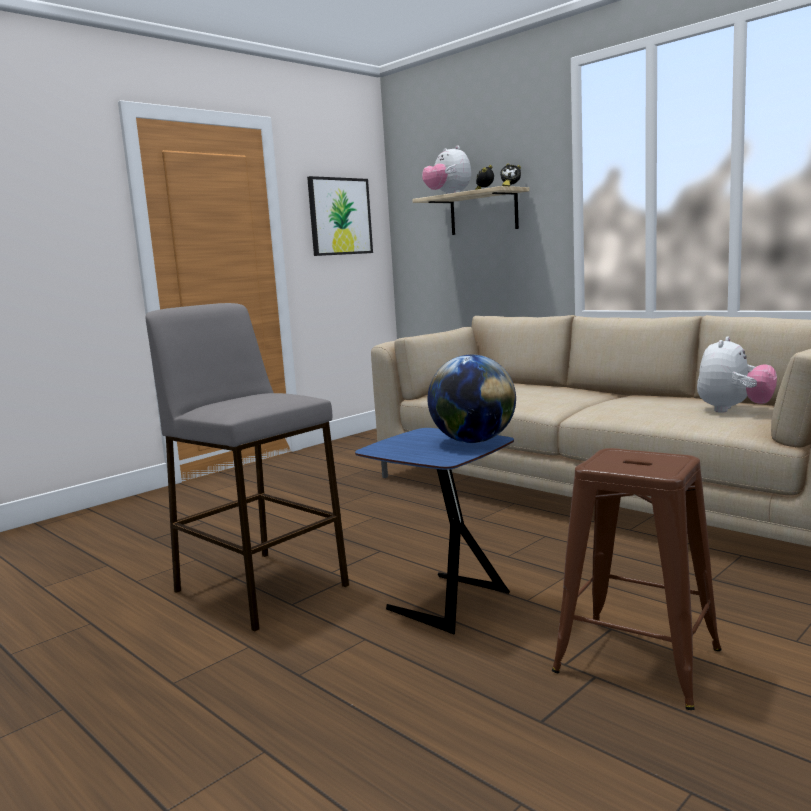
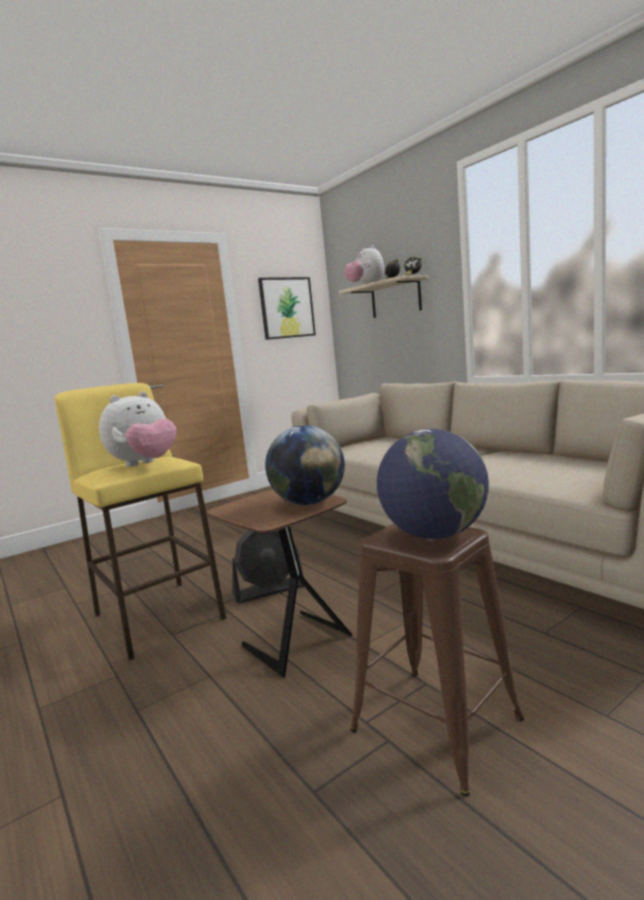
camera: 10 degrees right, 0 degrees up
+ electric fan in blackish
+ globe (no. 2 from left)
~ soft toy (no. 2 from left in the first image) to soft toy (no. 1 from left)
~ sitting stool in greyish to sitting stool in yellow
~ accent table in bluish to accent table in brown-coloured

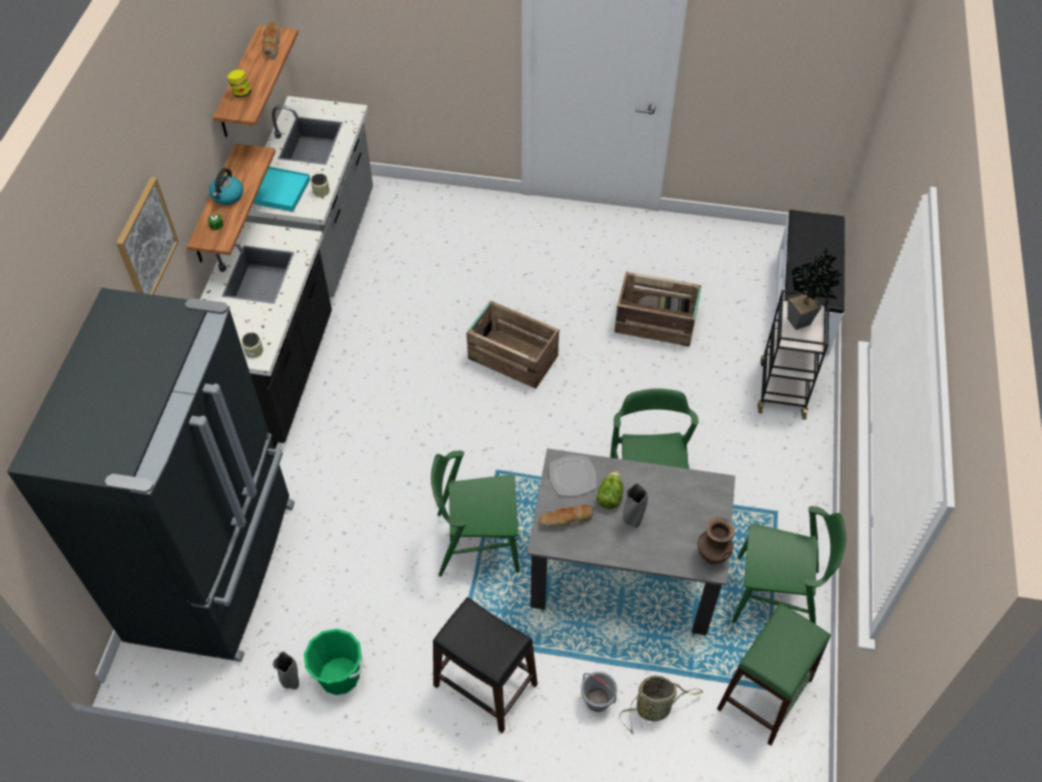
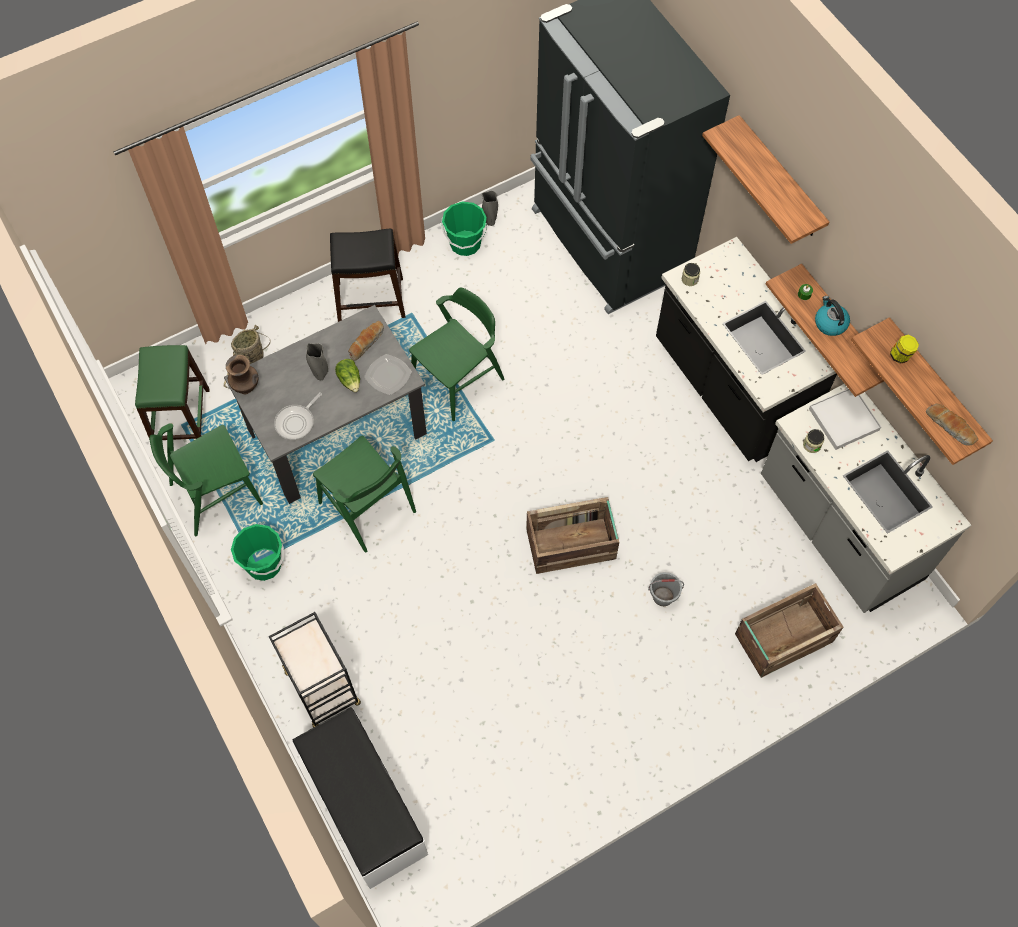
camera: 140 degrees right, 10 degrees up
- houseplant
+ bucket in green (no. 1 from left)
+ skillet
~ bucket in greyish
~ shipping crate (no. 2 from left)
~ picture to shelf (no. 1 from left)
~ carrying tray in blue-green to carrying tray in white-coloured

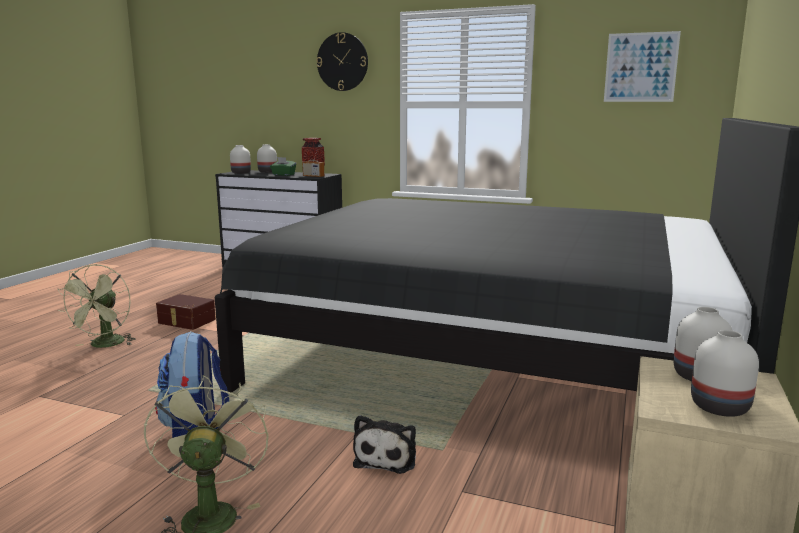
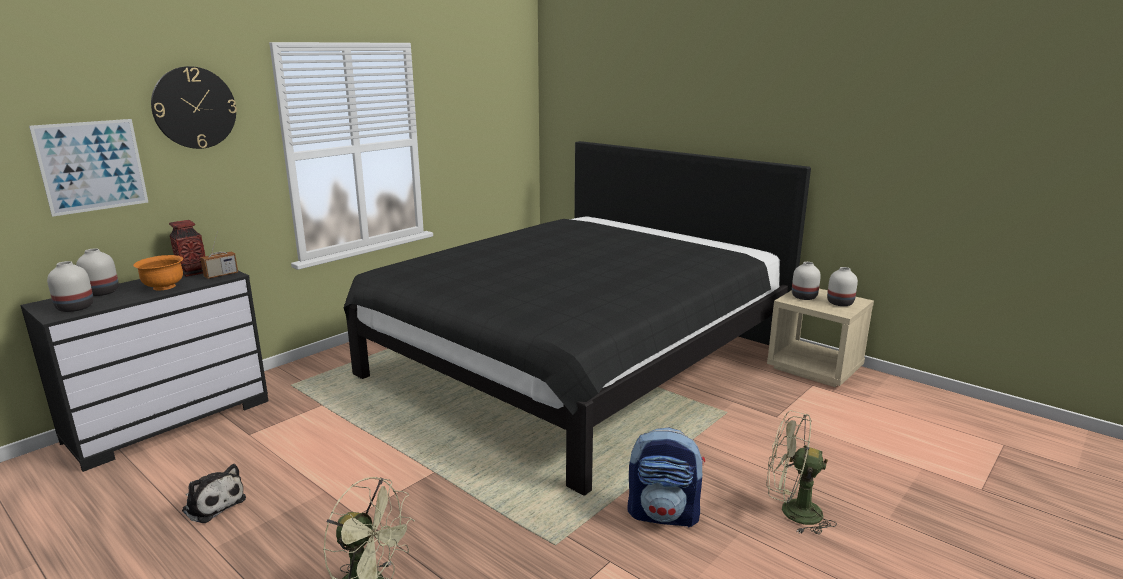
camera: 70 degrees left, 5 degrees up
- storage bin in brown-coloured
~ soft toy
~ picture
~ tissue holder in green to bowl in orange

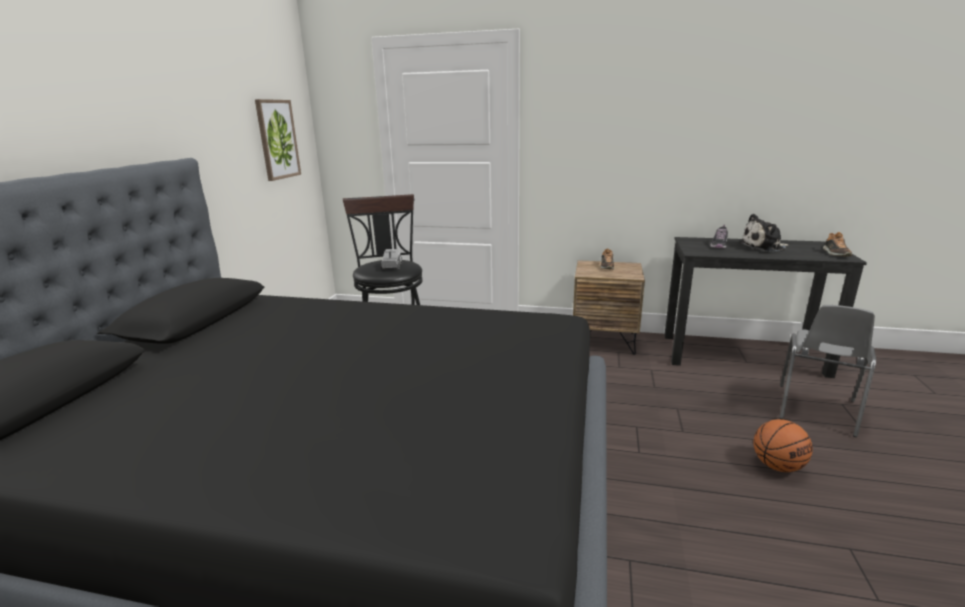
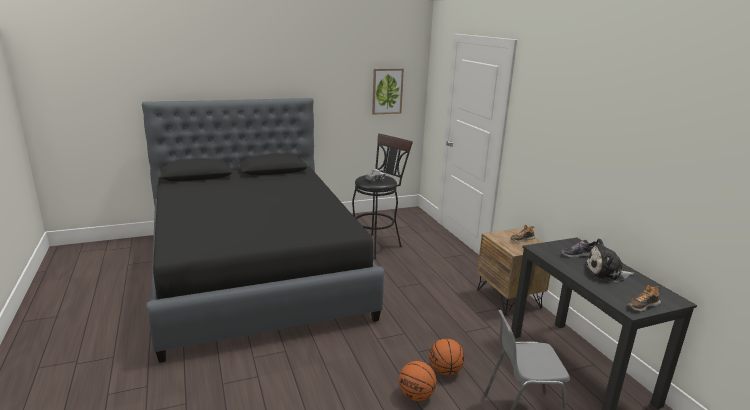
camera: 55 degrees right, 0 degrees up
+ basketball (no. 2 from left)
~ soft toy 45 degrees counterclockwise

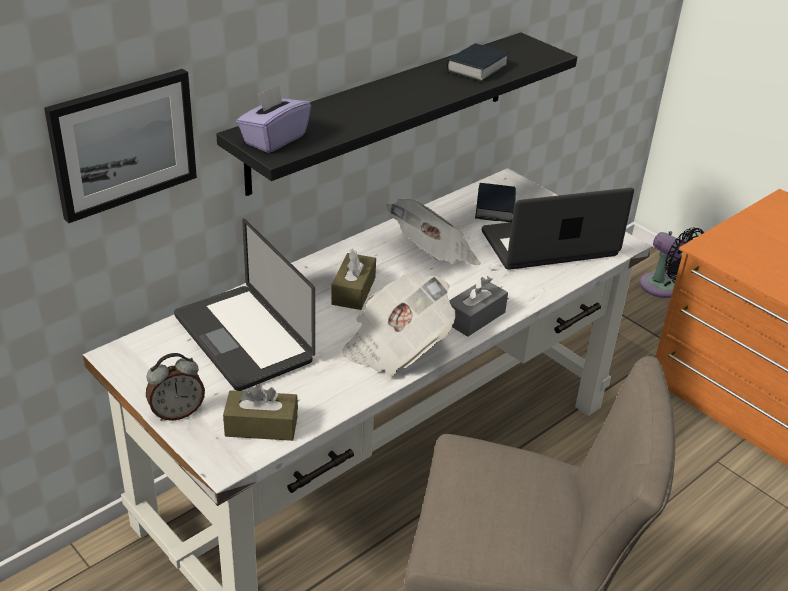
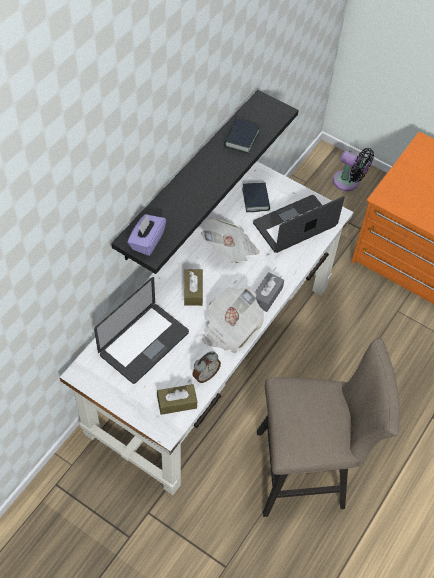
camera: 15 degrees left, 20 degrees up
- picture
~ alarm clock
~ portable computer (no. 1 from left) 90 degrees counterclockwise

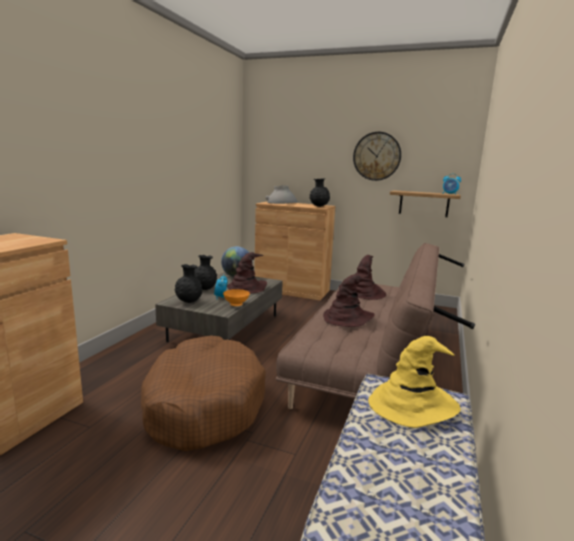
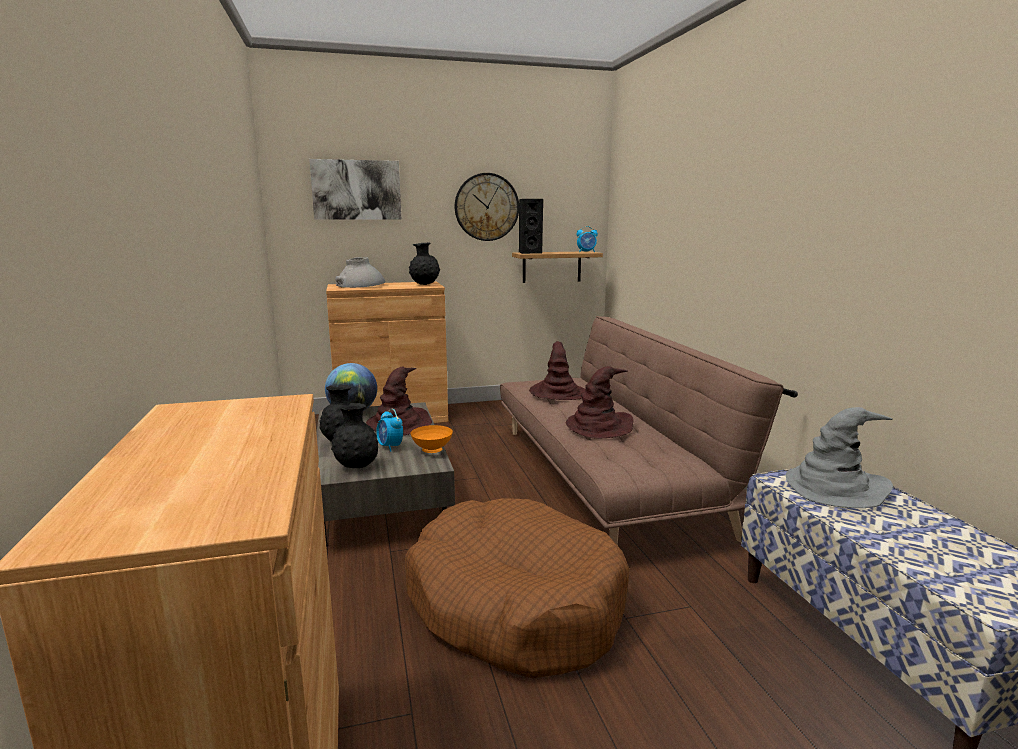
camera: 35 degrees left, 0 degrees up
+ picture
+ audio speaker in blackish
~ wearable hat in yellow to wearable hat in greyish

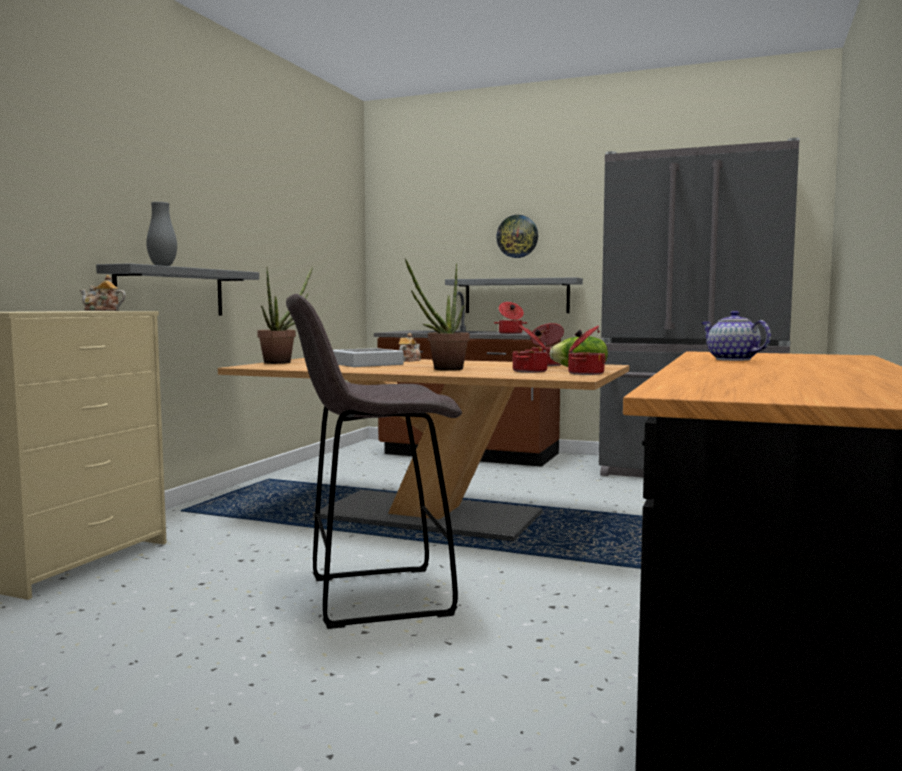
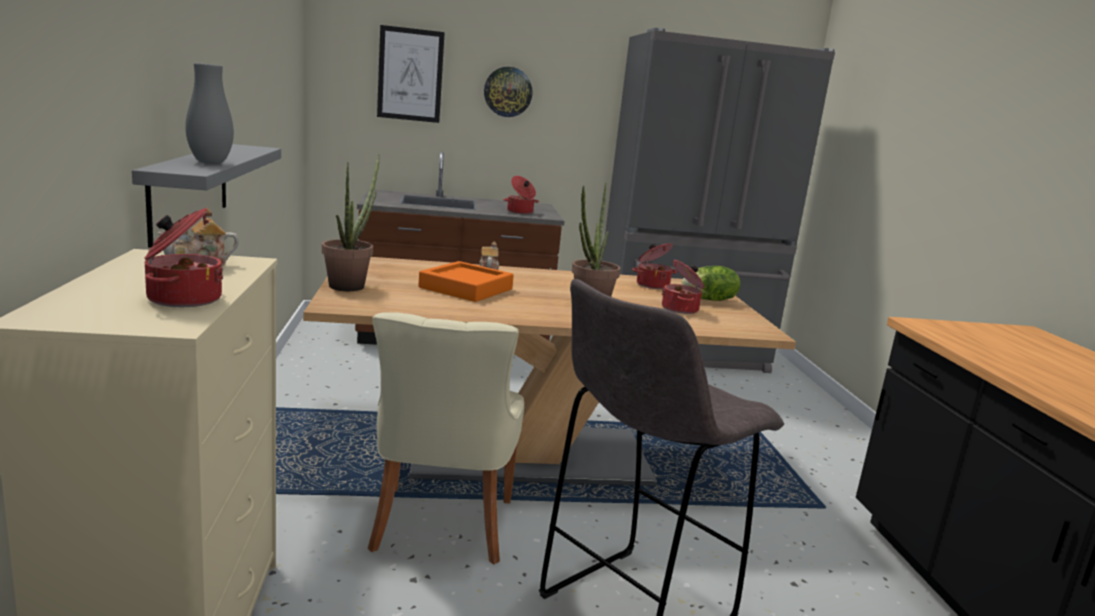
camera: 30 degrees left, 10 degrees up
- shelf in greyish (no. 2 from left)
- tea pot (no. 3 from left)
+ plain chair in sand-coloured
+ picture
~ stockpot (no. 4 from left in the first image) to stockpot (no. 1 from left)
~ carrying tray in greyish to carrying tray in orange

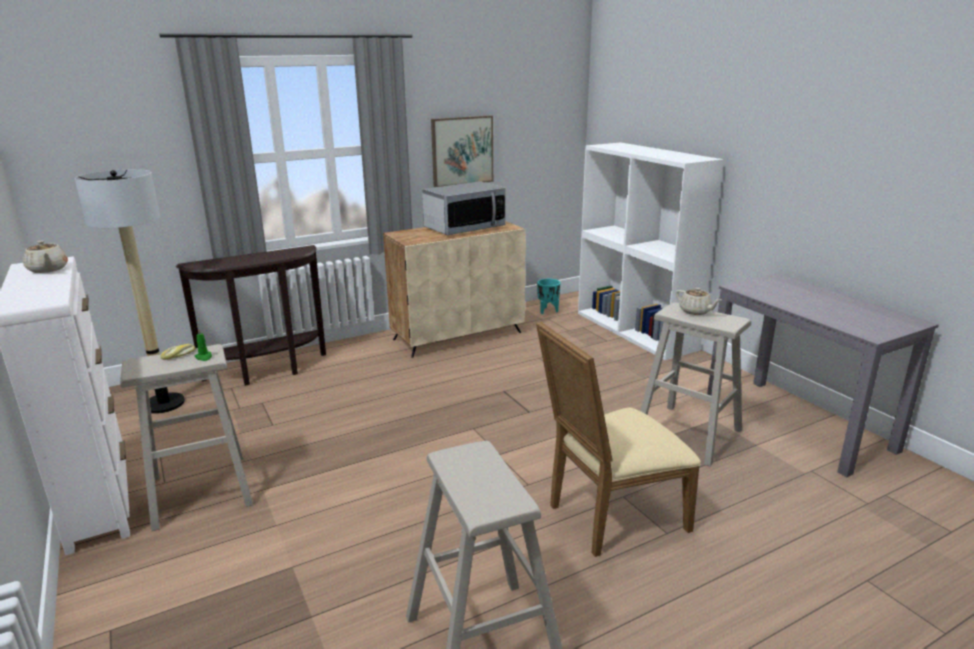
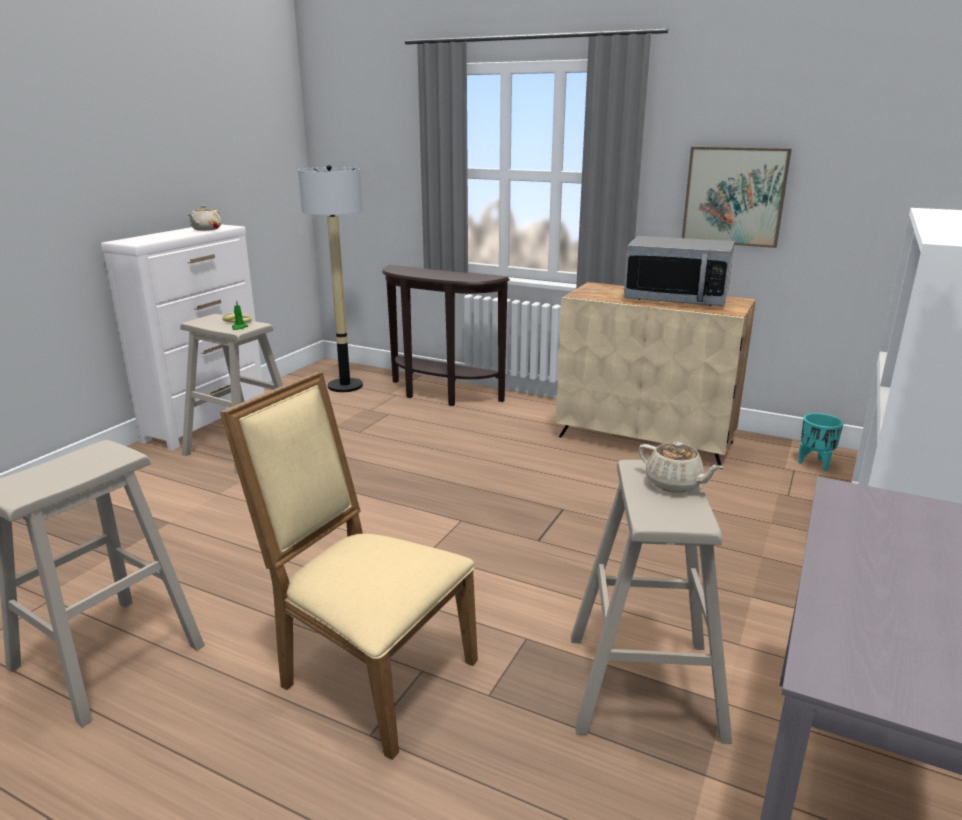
camera: 55 degrees right, 0 degrees up
~ tea pot in sand-coloured (no. 2 from left) 60 degrees counterclockwise

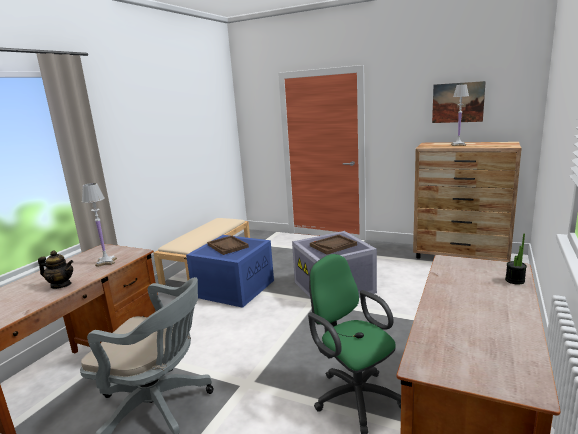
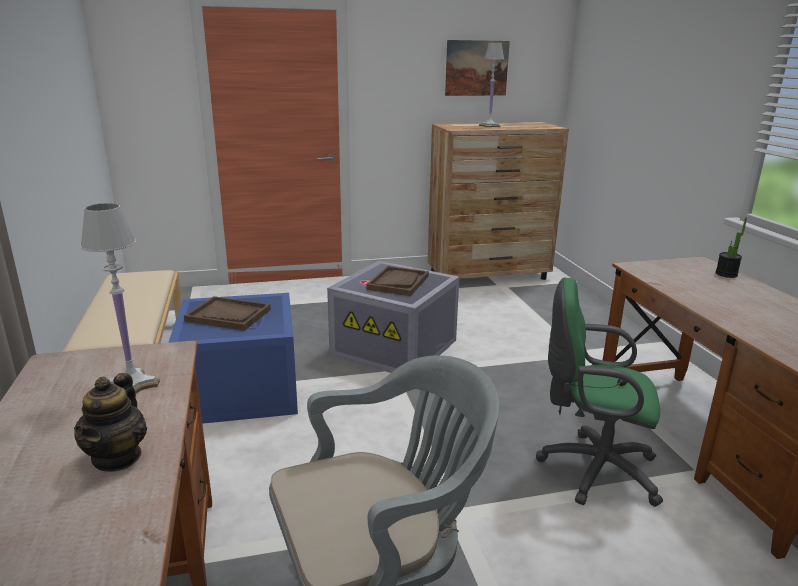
camera: 40 degrees left, 5 degrees up
~ tea pot 120 degrees clockwise

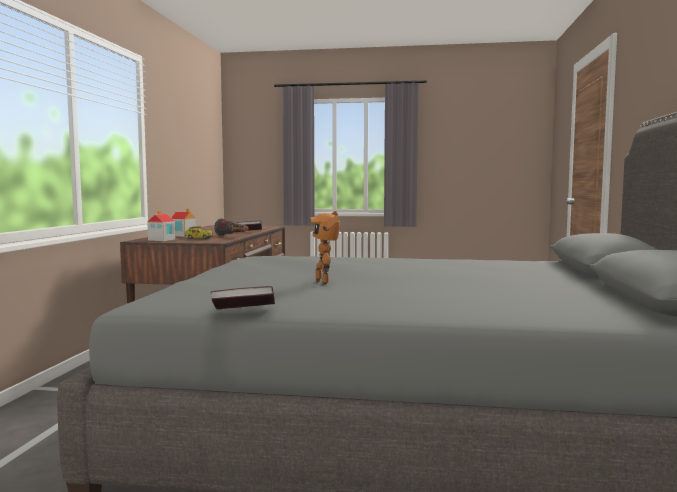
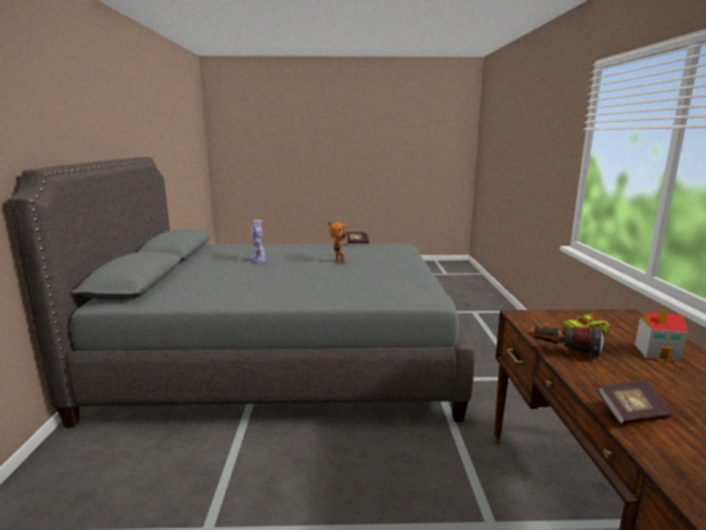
camera: 170 degrees right, 10 degrees up
- toy house (no. 1 from left)
+ model robot (no. 1 from left)

